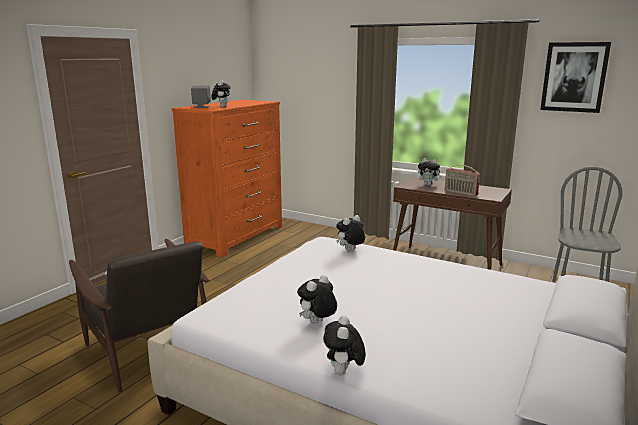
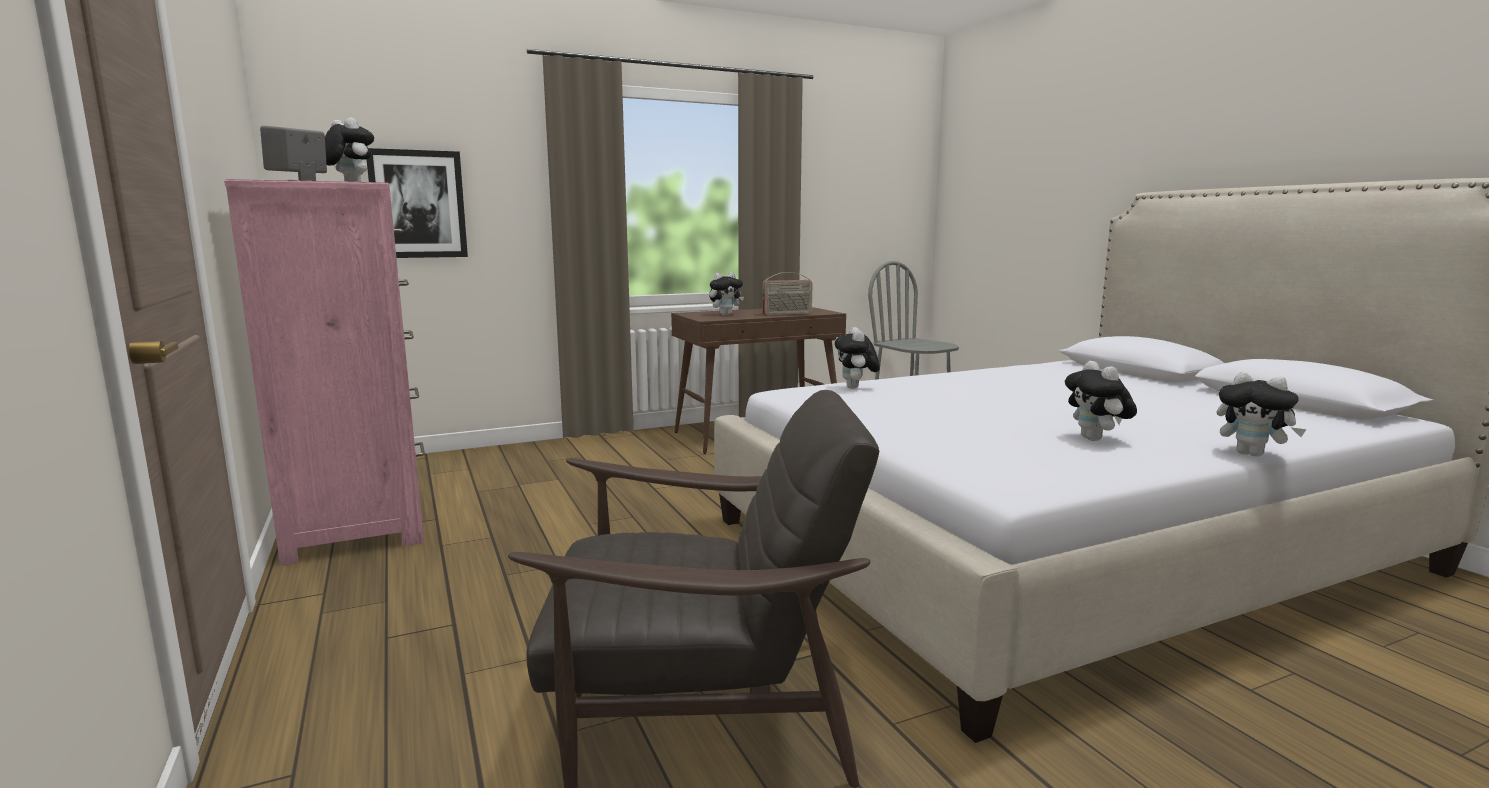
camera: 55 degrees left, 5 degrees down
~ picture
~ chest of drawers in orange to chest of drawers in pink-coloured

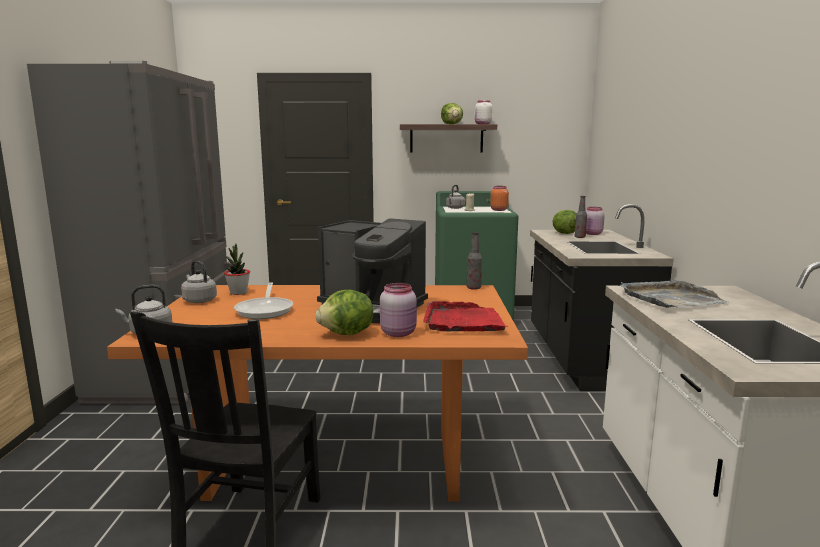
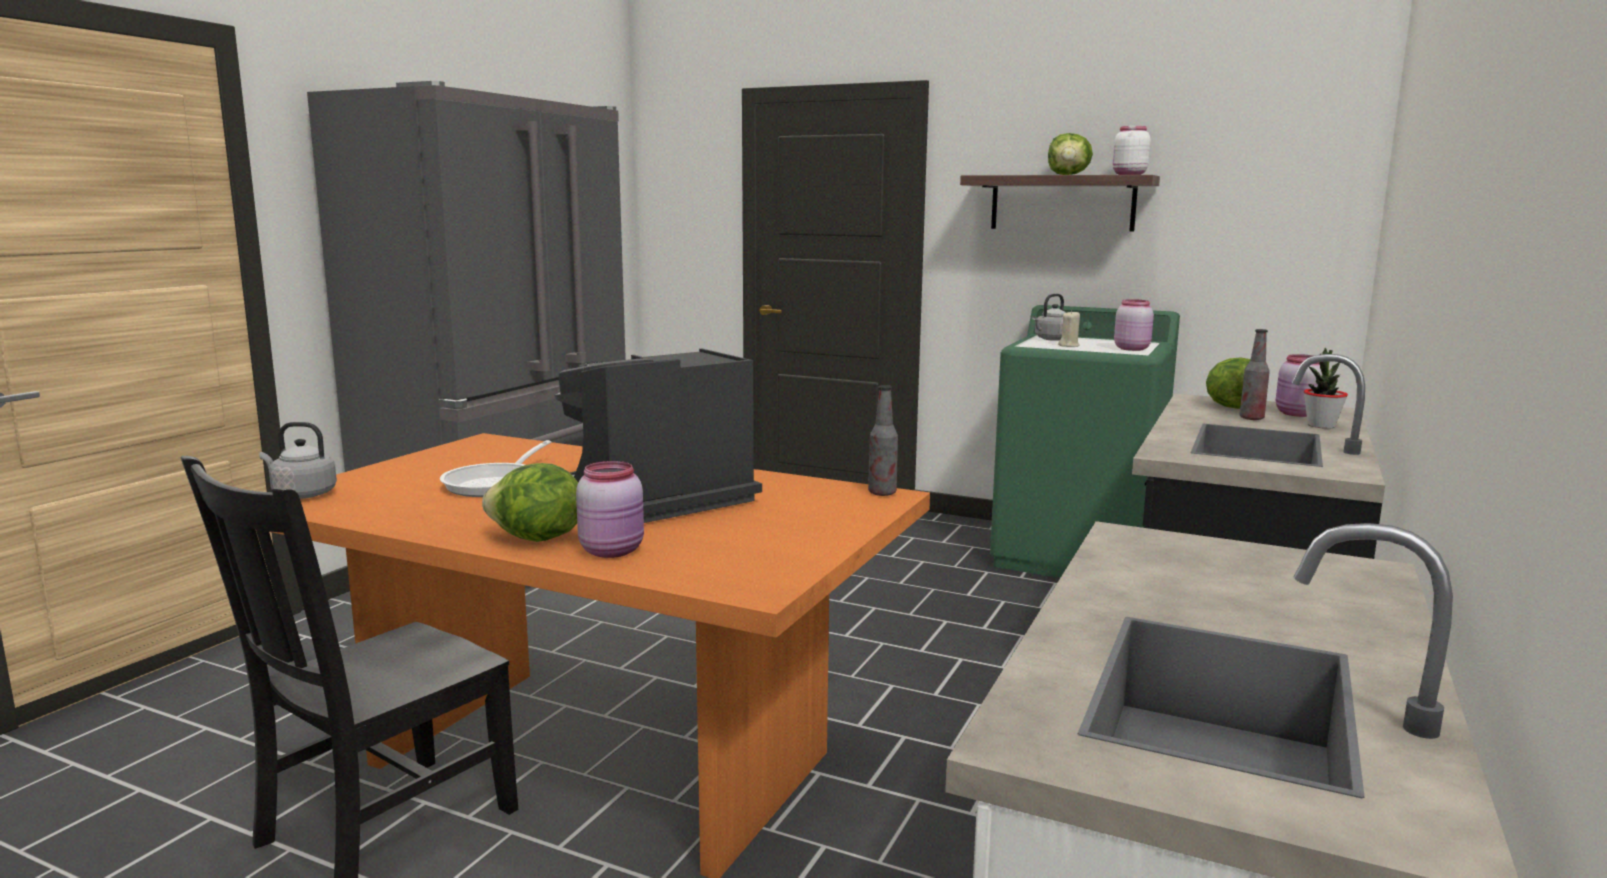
camera: 25 degrees right, 0 degrees up
- water kettle in greyish (no. 2 from left)
- carrying tray in red
- carrying tray in greyish
~ houseplant
~ jar in orange to jar in pink-coloured (no. 2 from left)
~ coffee machine 90 degrees clockwise

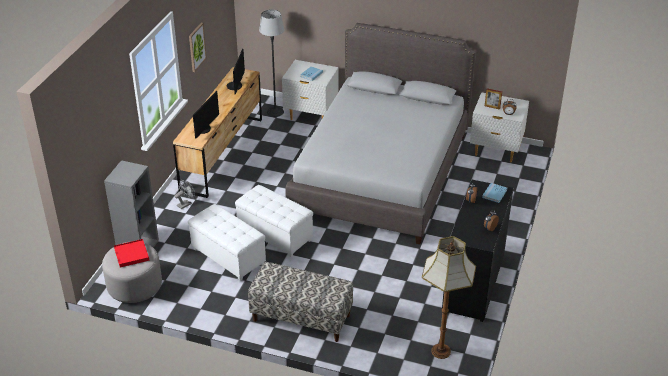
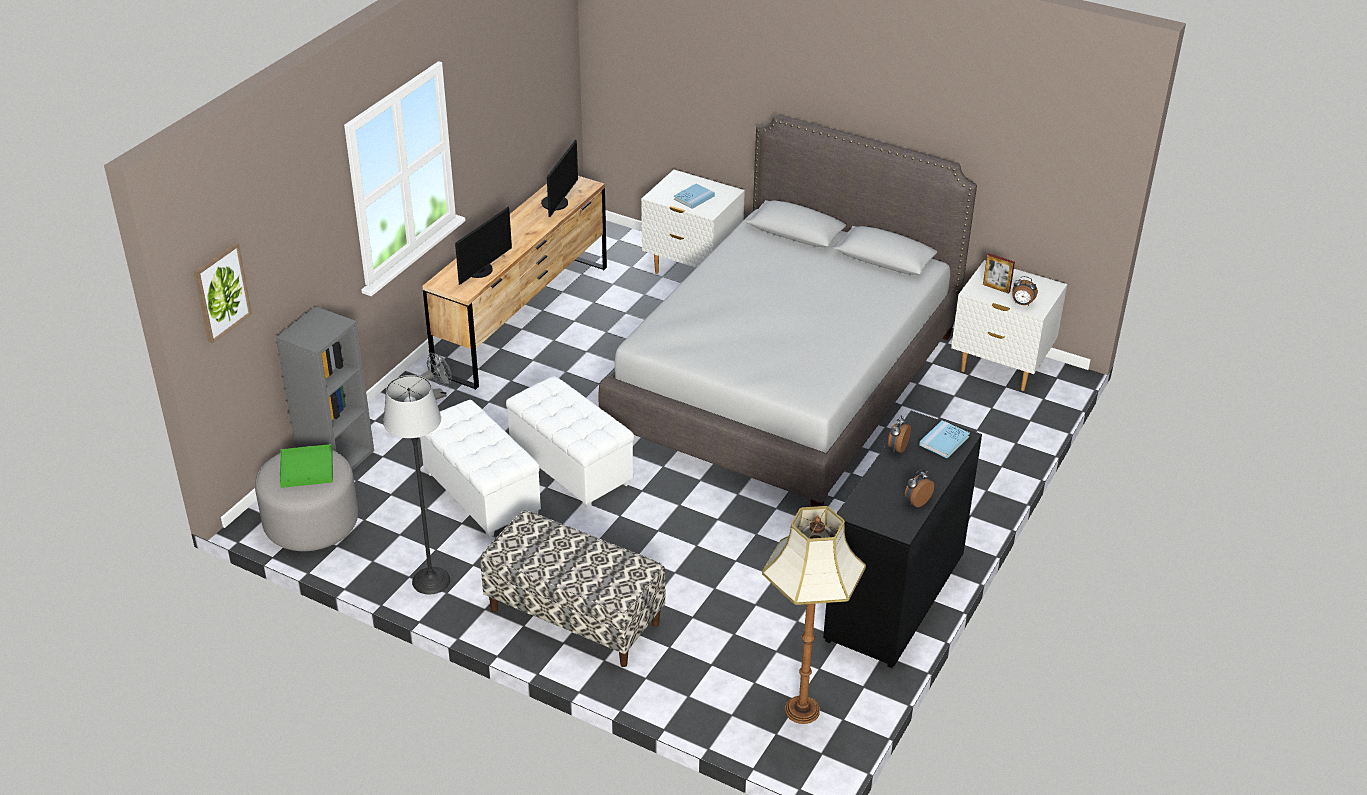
camera: 10 degrees right, 0 degrees up
~ picture
~ standard lamp (no. 1 from left)
~ carrying tray in red to carrying tray in green

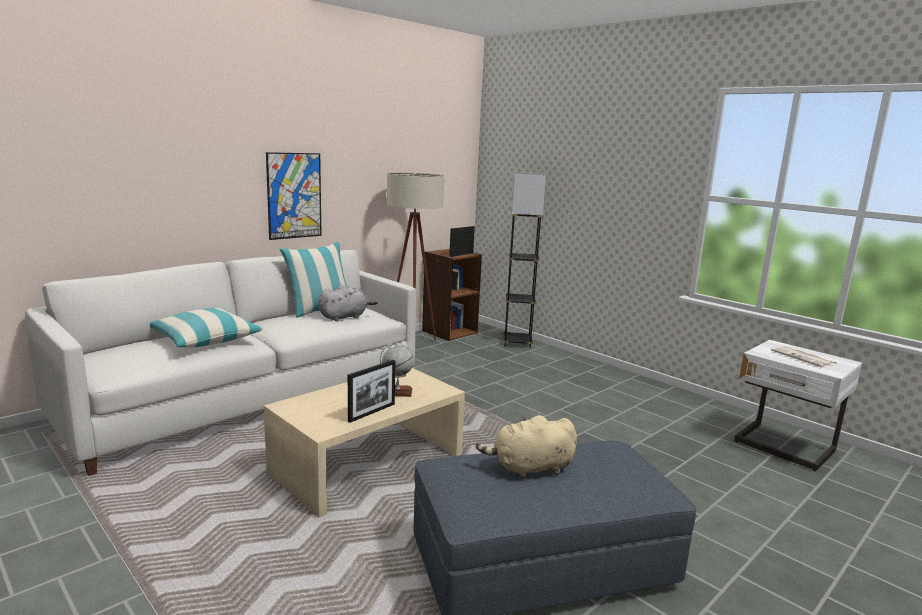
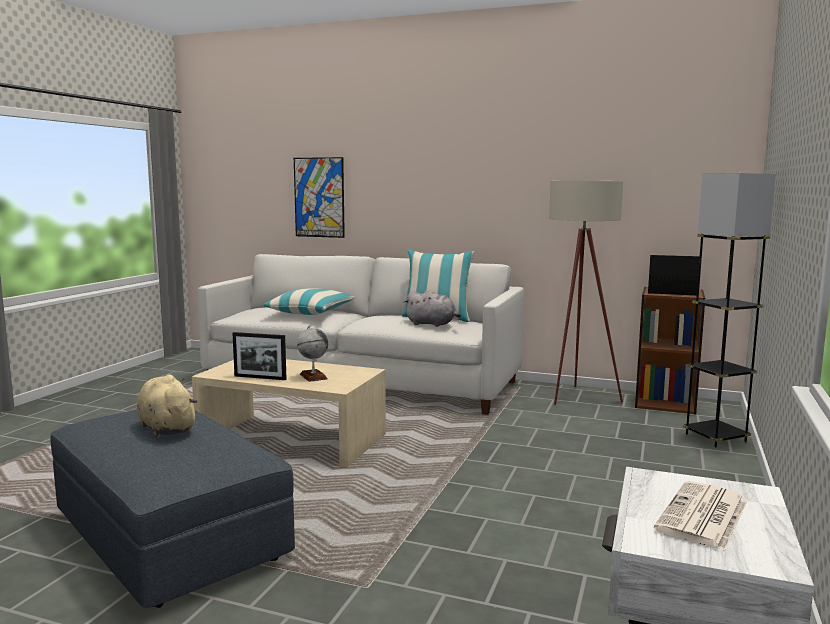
camera: 65 degrees right, 5 degrees down
~ picture

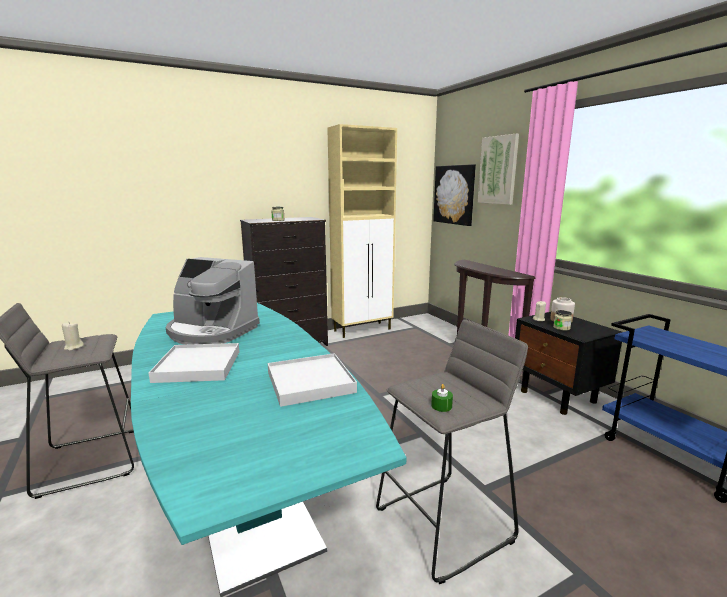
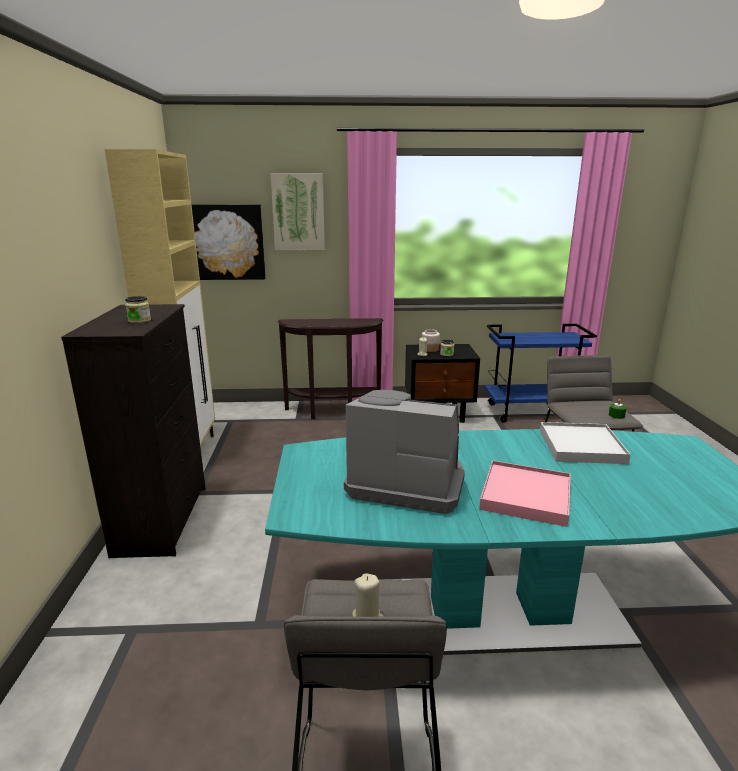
camera: 65 degrees left, 5 degrees up
~ carrying tray in white-coloured (no. 1 from left) to carrying tray in pink-coloured
~ coffee machine 120 degrees counterclockwise

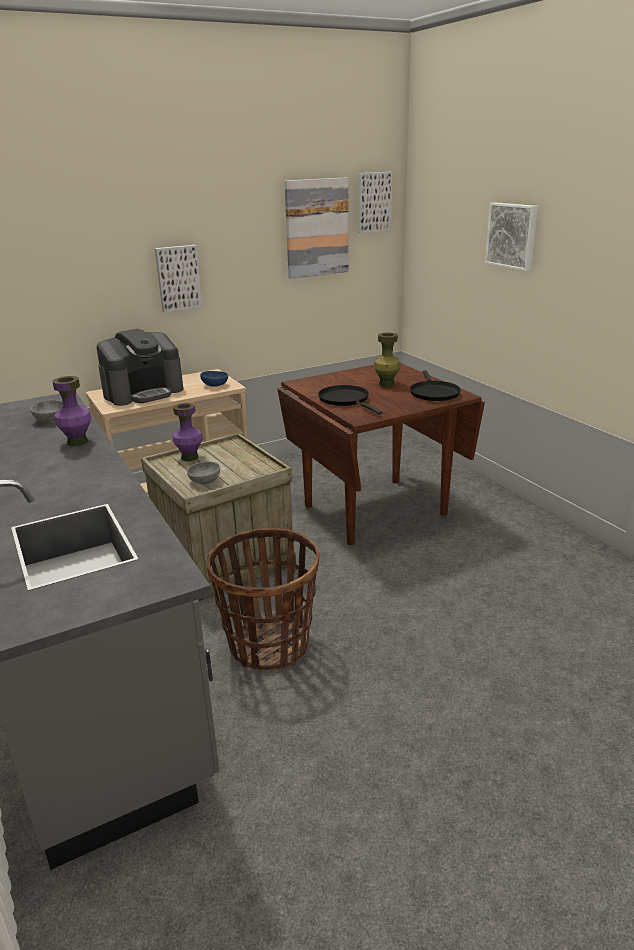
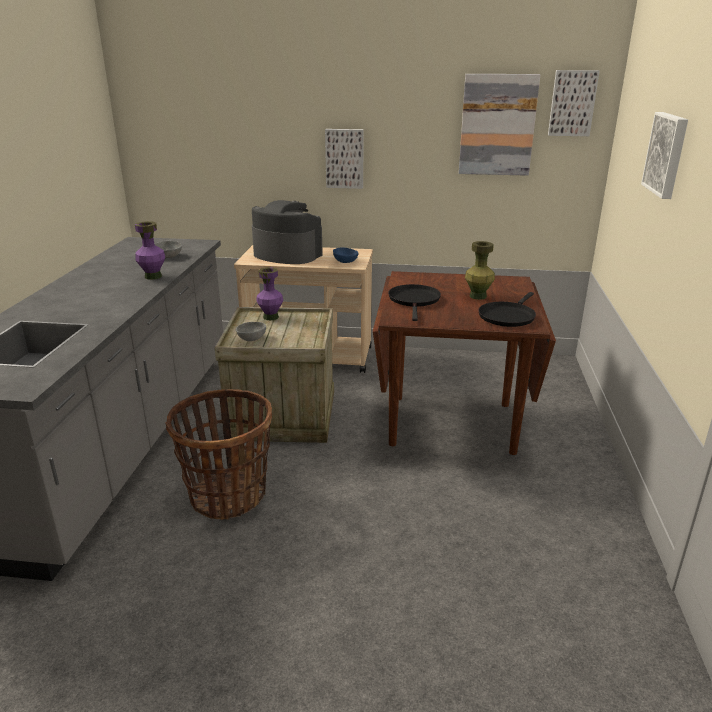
camera: 35 degrees right, 0 degrees up
~ coffee machine 150 degrees counterclockwise

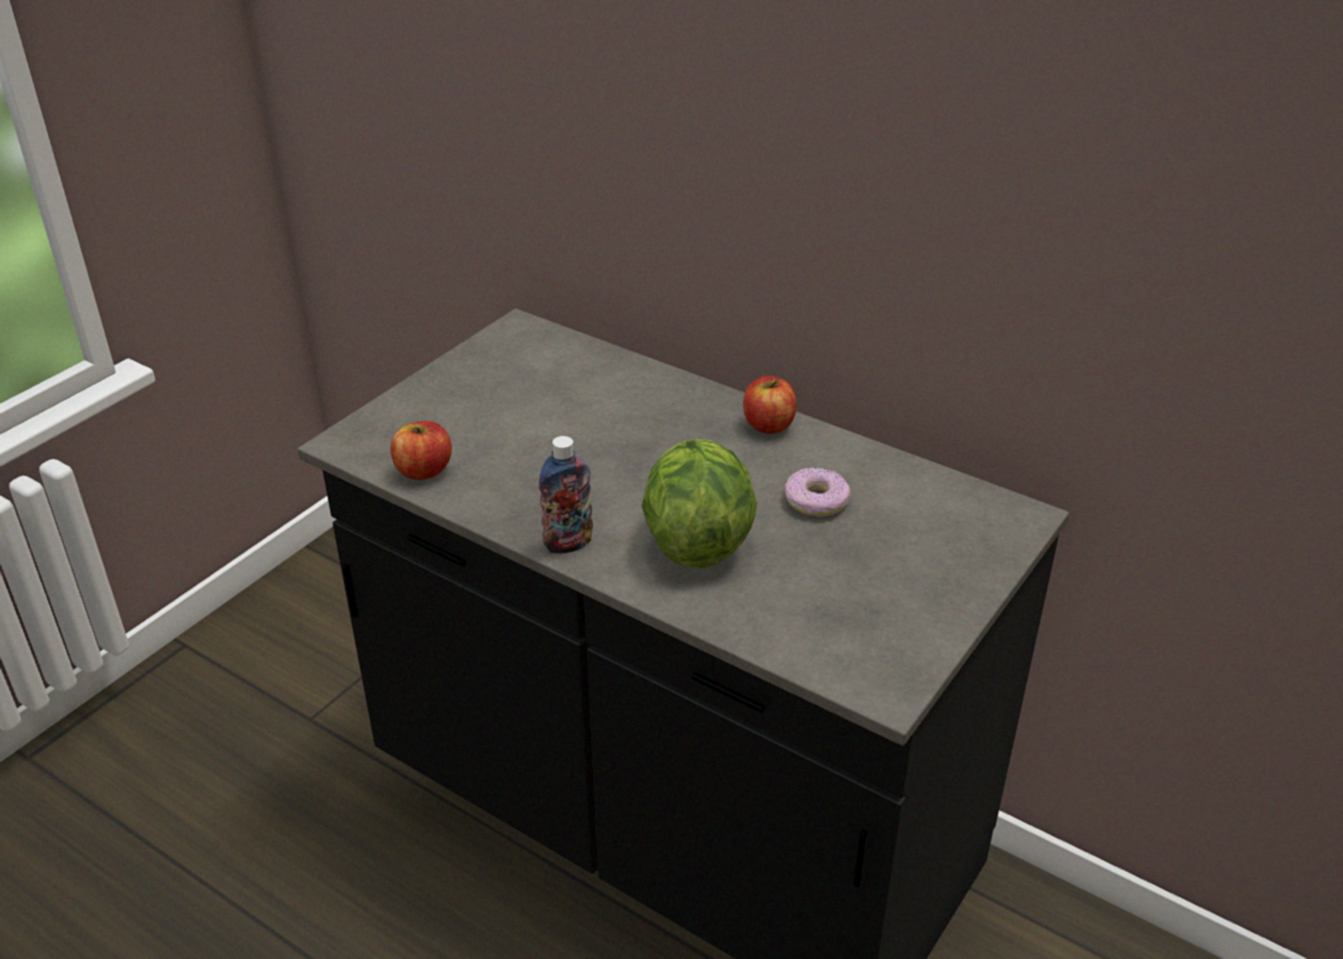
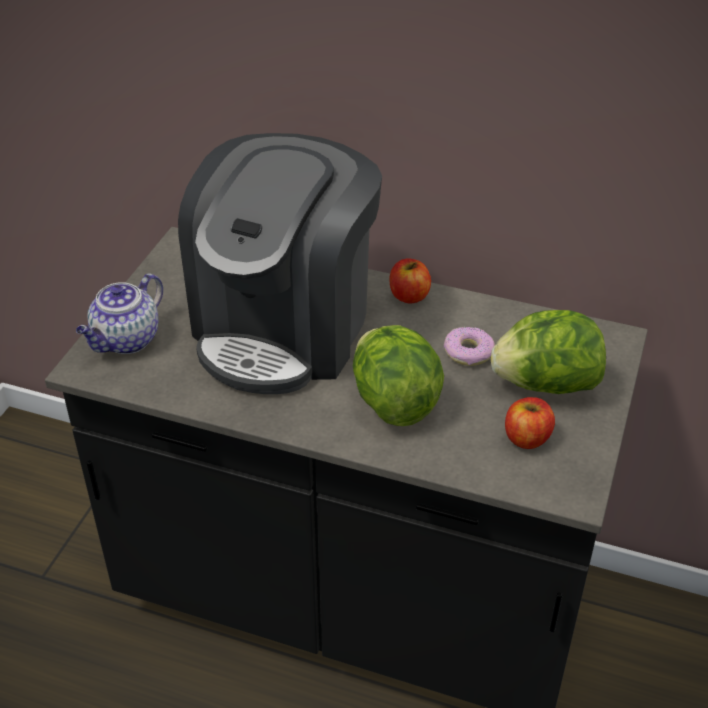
camera: 15 degrees left, 5 degrees up
- beverage bottle
+ tea pot
+ coffee machine
+ lettuce head (no. 2 from left)
~ apple fruit (no. 1 from left in the first image) to apple fruit (no. 2 from left)

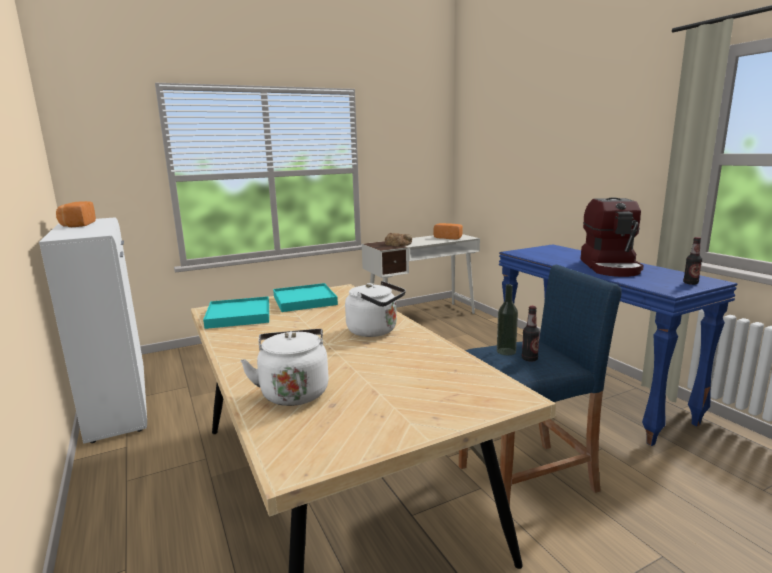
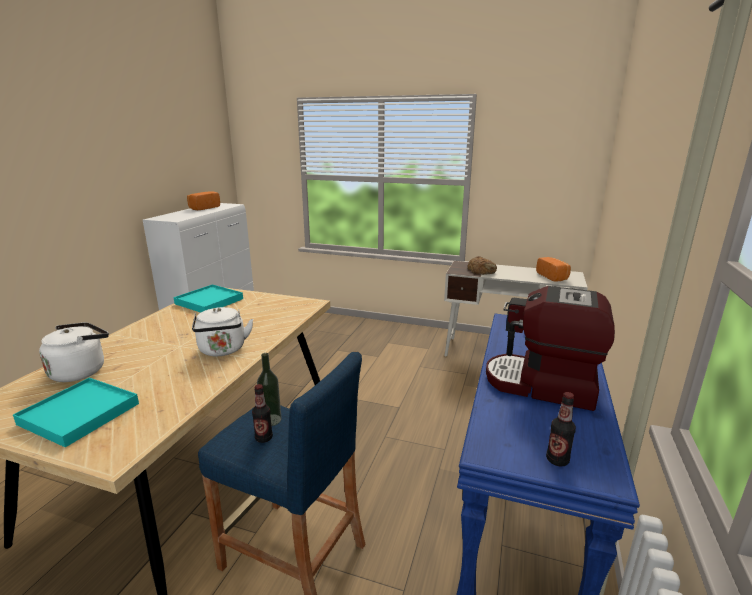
camera: 45 degrees right, 5 degrees up
~ carrying tray in blue-green (no. 2 from left in the first image) to carrying tray in blue-green (no. 1 from left)
~ coffee machine 60 degrees clockwise

